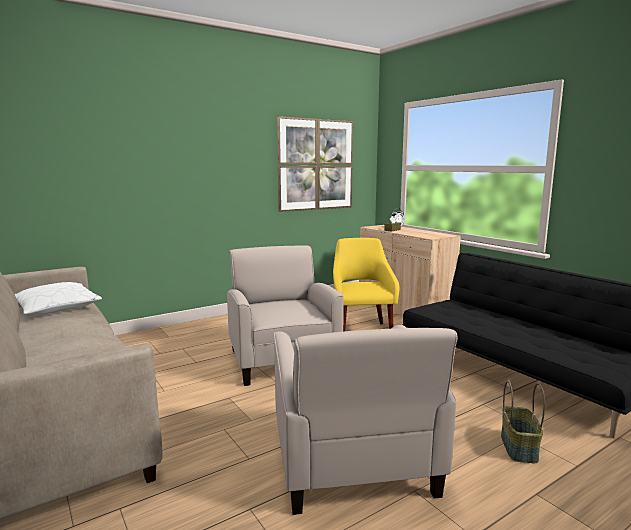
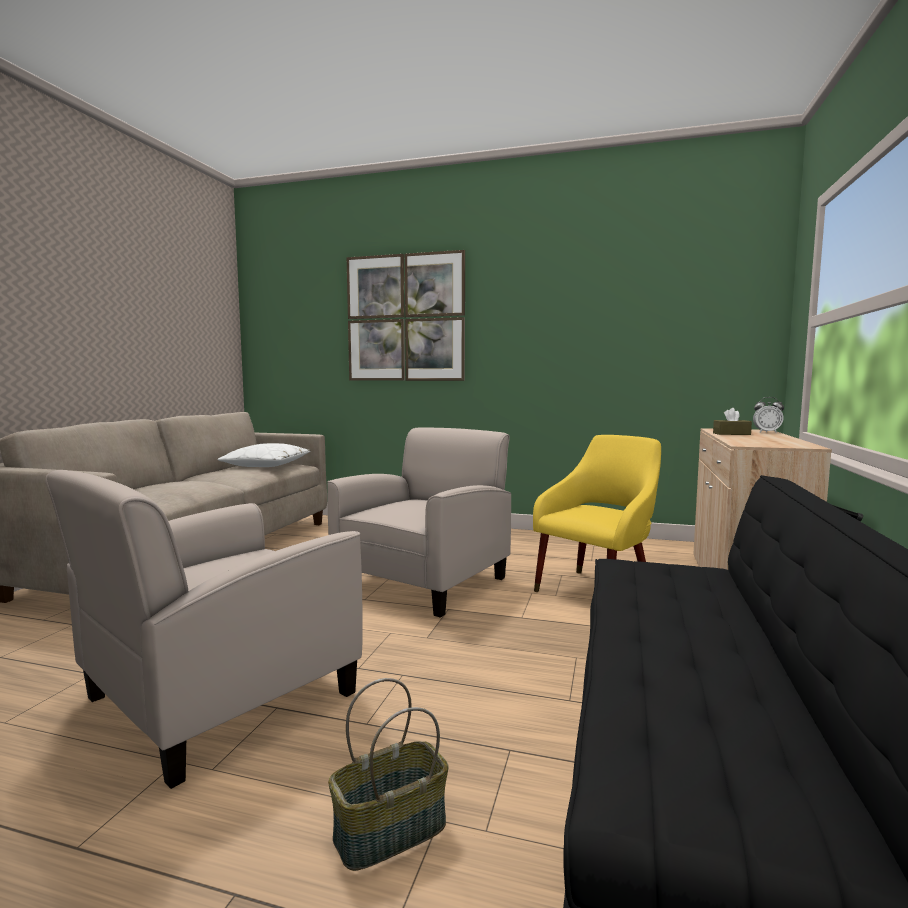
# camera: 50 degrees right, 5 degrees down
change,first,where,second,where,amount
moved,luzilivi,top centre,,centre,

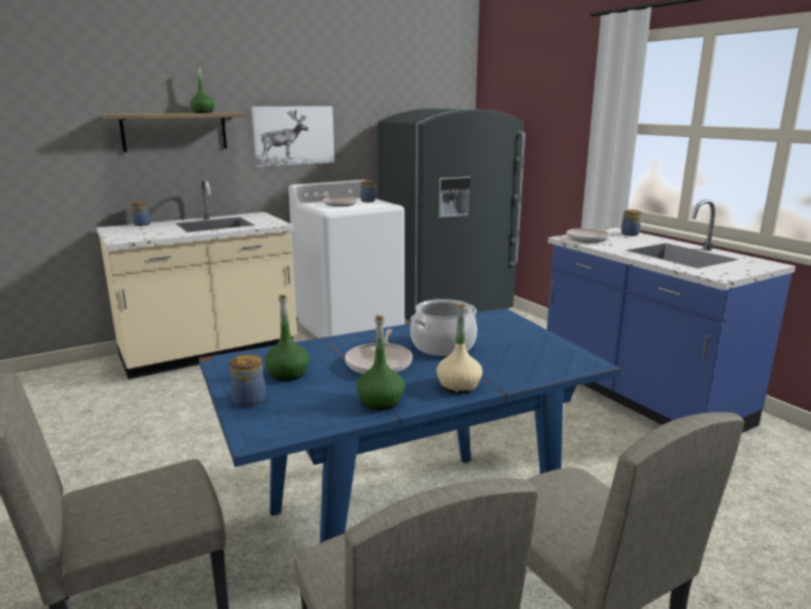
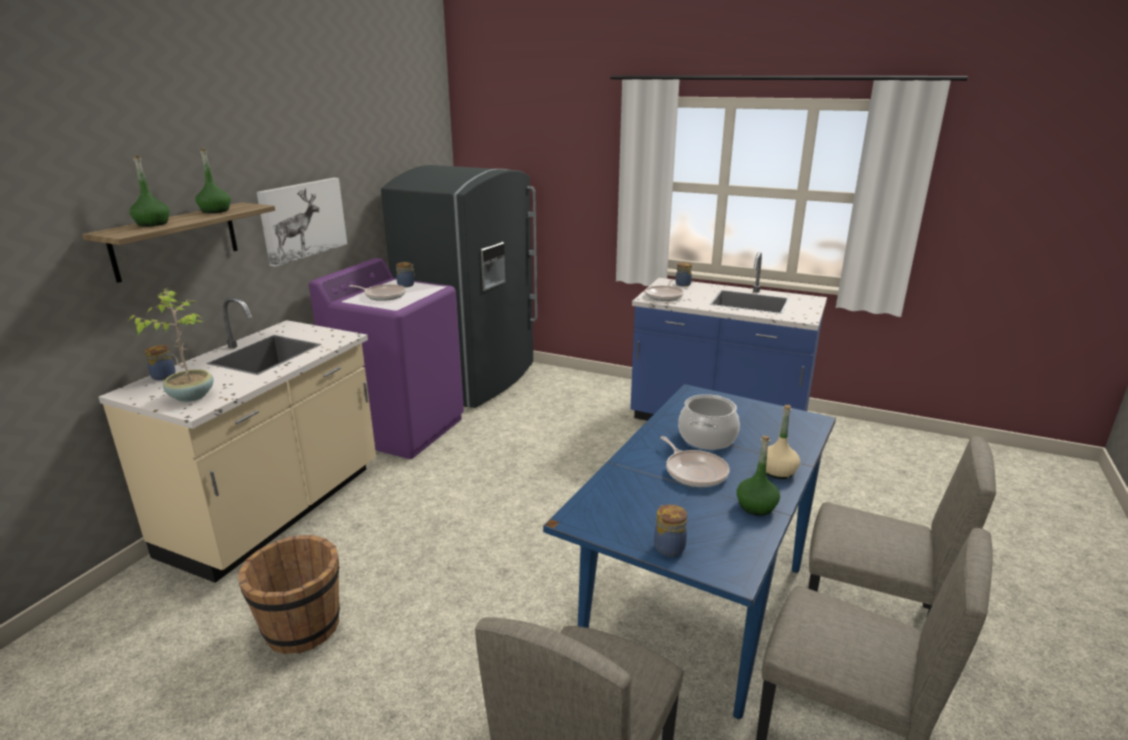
# camera: 35 degrees left, 5 degrees up
change,first,where,second,where,amount
moved,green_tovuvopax (2nd from left in the first image),centre,green_tovuvopax (1st from left),top left,
recoloured,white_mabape,centre,purple_mabape,centre,
added,,,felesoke,middle left,
added,,,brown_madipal,bottom left,

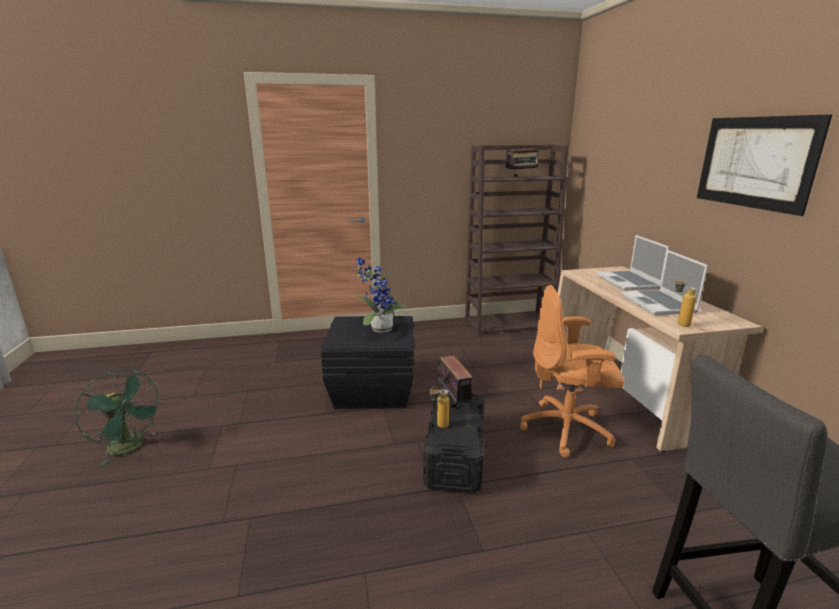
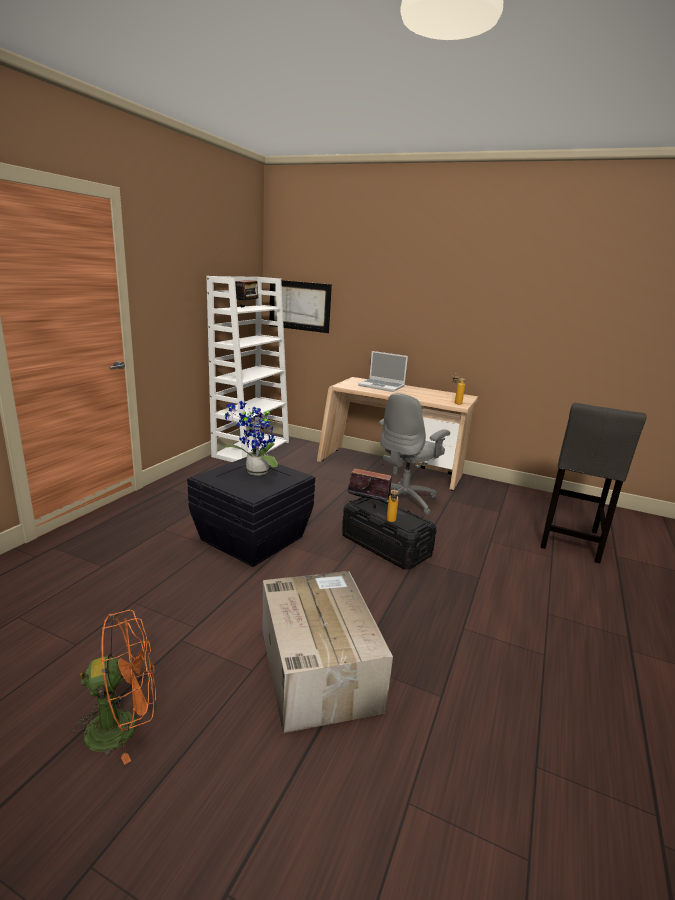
# camera: 55 degrees left, 0 degrees up
change,first,where,second,where,amount
recoloured,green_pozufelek,bottom left,orange_pozufelek,bottom left,
recoloured,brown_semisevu,centre,white_semisevu,centre,
recoloured,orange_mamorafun,middle right,grey_mamorafun,centre,
removed,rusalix (2nd from left),middle right,,,
moved,luzilivi,top right,,centre,
added,,,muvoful,bottom centre,

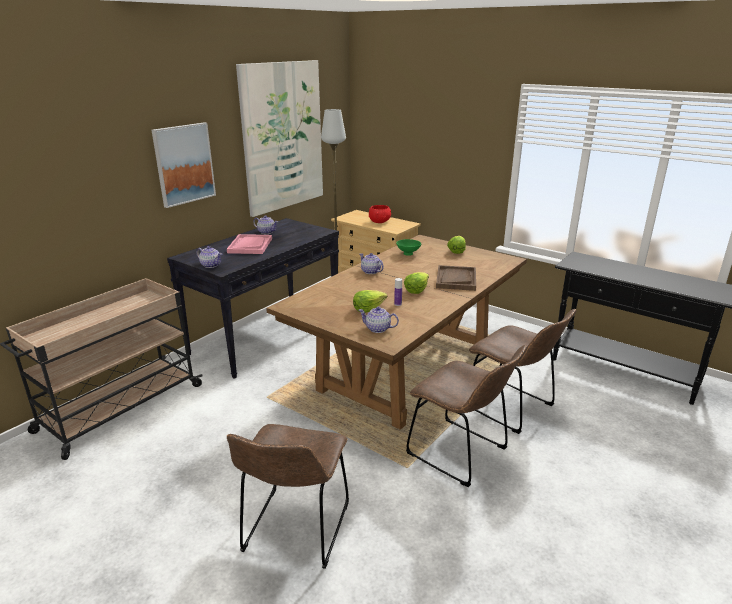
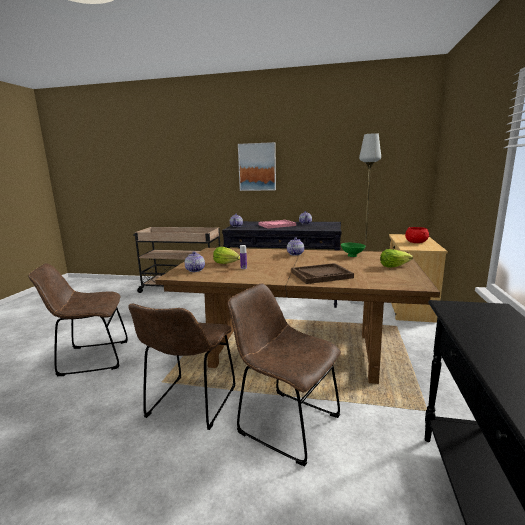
# camera: 65 degrees right, 10 degrees down
change,first,where,second,where,amount
removed,luzilivi (2nd from left),top centre,,,
removed,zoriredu (2nd from left),centre,,,
turned,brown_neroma (3rd from left),middle right,,bottom centre,105 degrees clockwise

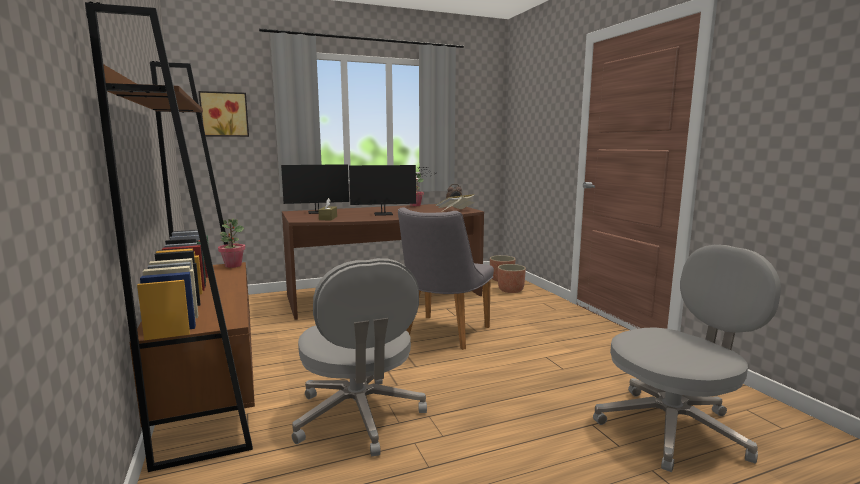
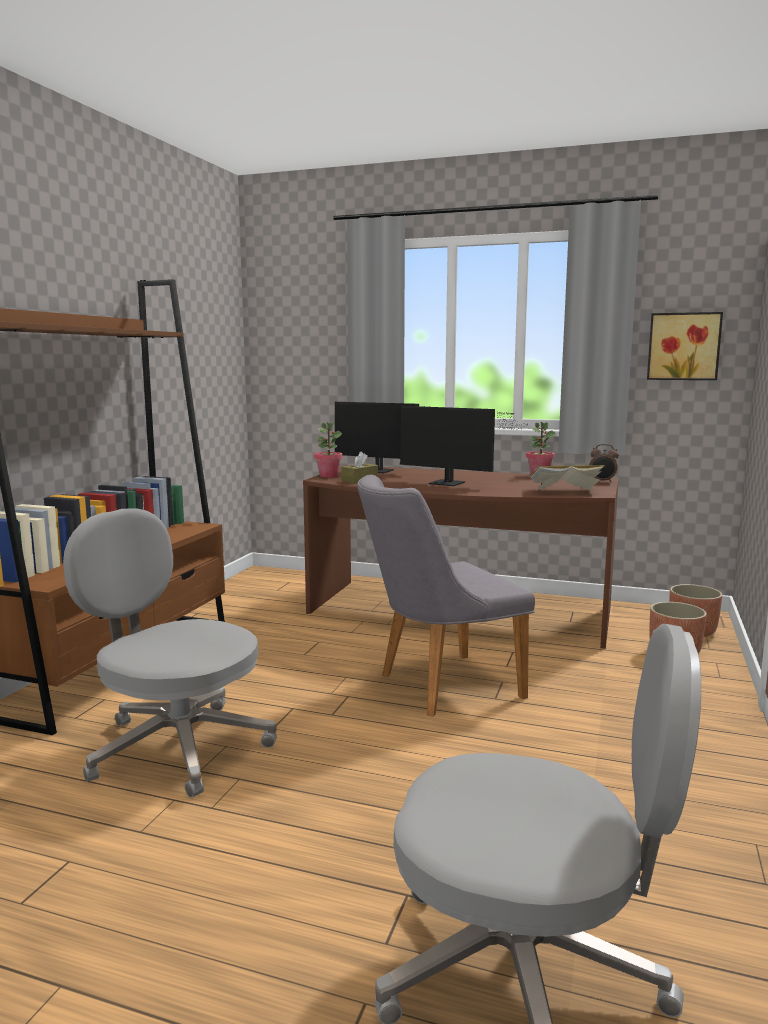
# camera: 40 degrees right, 0 degrees up
change,first,where,second,where,amount
moved,luzilivi,top left,,middle right,
moved,felesoke (1st from left),middle left,,centre,
turned,grey_mamorafun (1st from left),bottom centre,,middle left,105 degrees clockwise

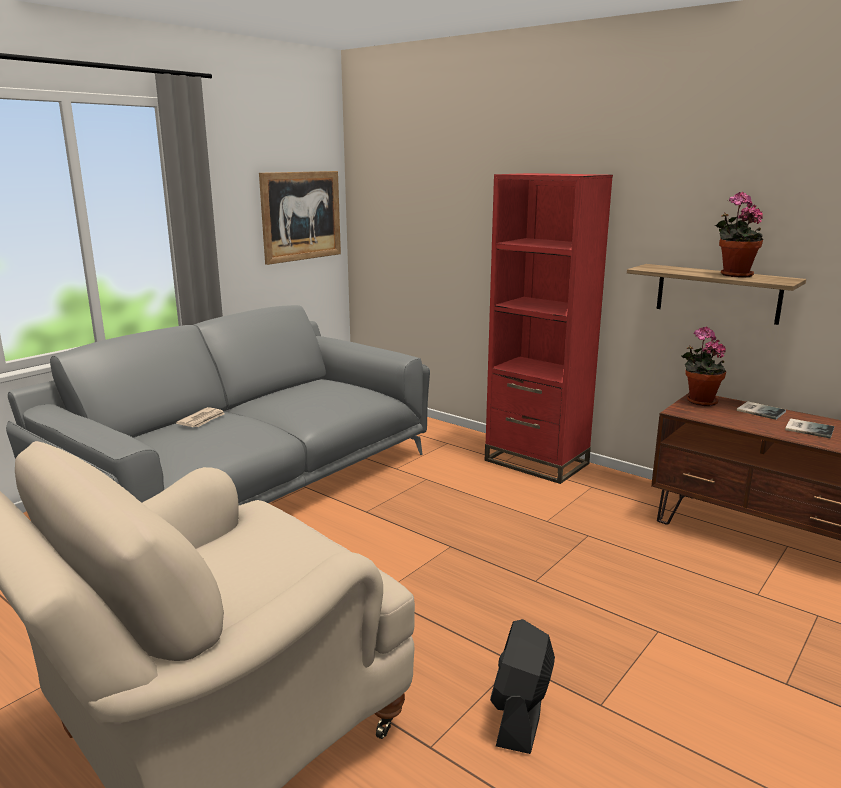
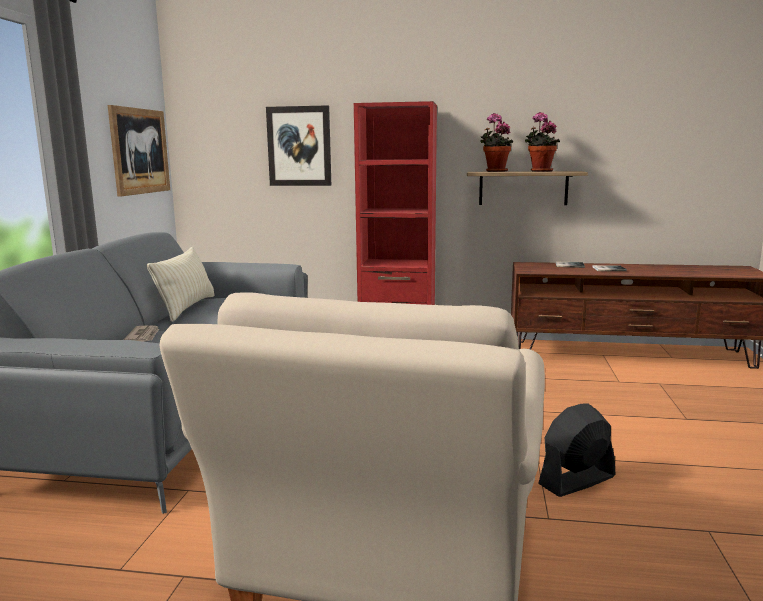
# camera: 30 degrees left, 5 degrees down
change,first,where,second,where,amount
turned,black_pozufelek,bottom centre,,bottom right,75 degrees clockwise
moved,felesoke (1st from left),middle right,,top centre,
added,,,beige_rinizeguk,middle left,
added,,,luzilivi (2nd from left),top centre,

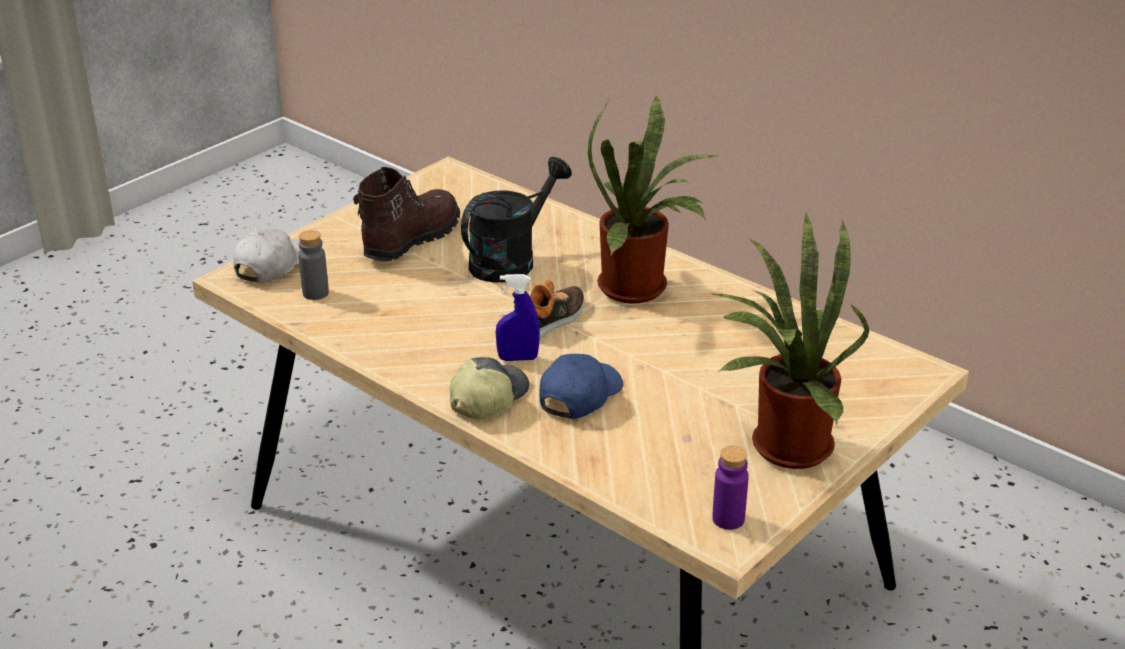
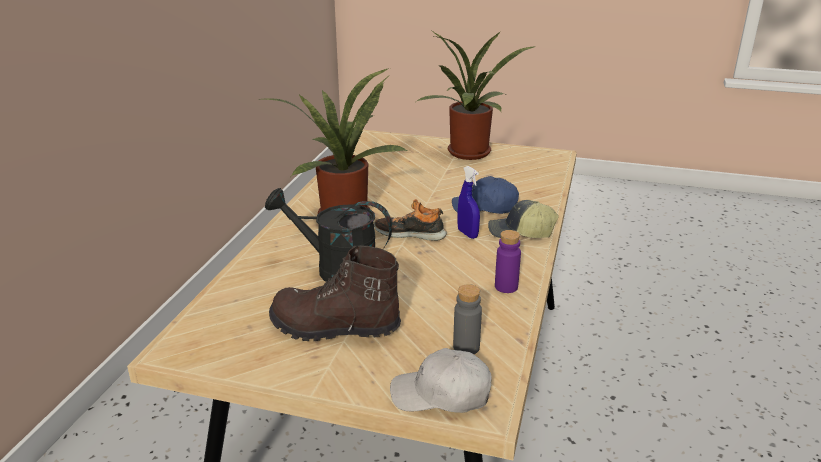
# camera: 115 degrees left, 5 degrees down
change,first,where,second,where,amount
moved,purple_tovuvopax,bottom centre,,centre,

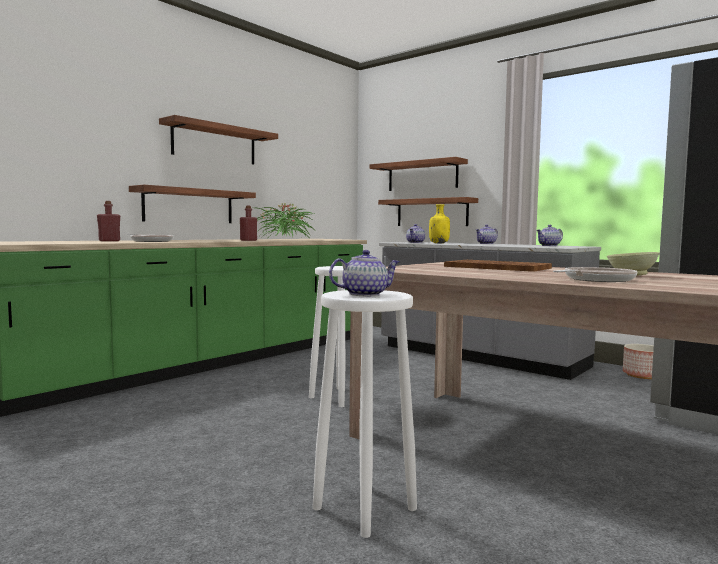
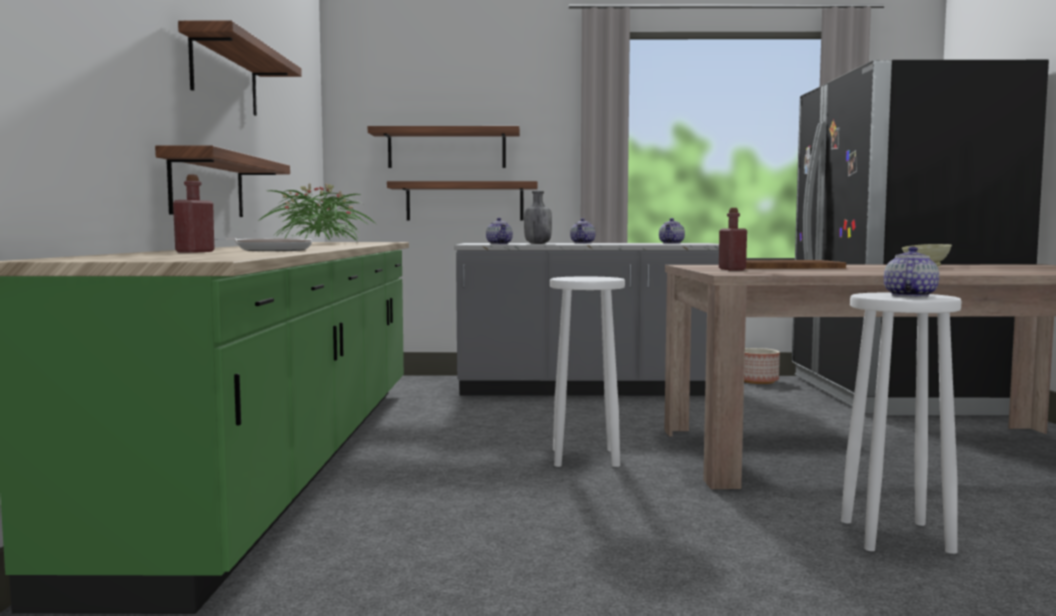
# camera: 40 degrees left, 0 degrees up
change,first,where,second,where,amount
moved,red_tovuvopax (2nd from left),centre,,middle right,
recoloured,yellow_tovuvopax,centre,grey_tovuvopax,centre,
removed,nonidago (2nd from left),middle right,,,

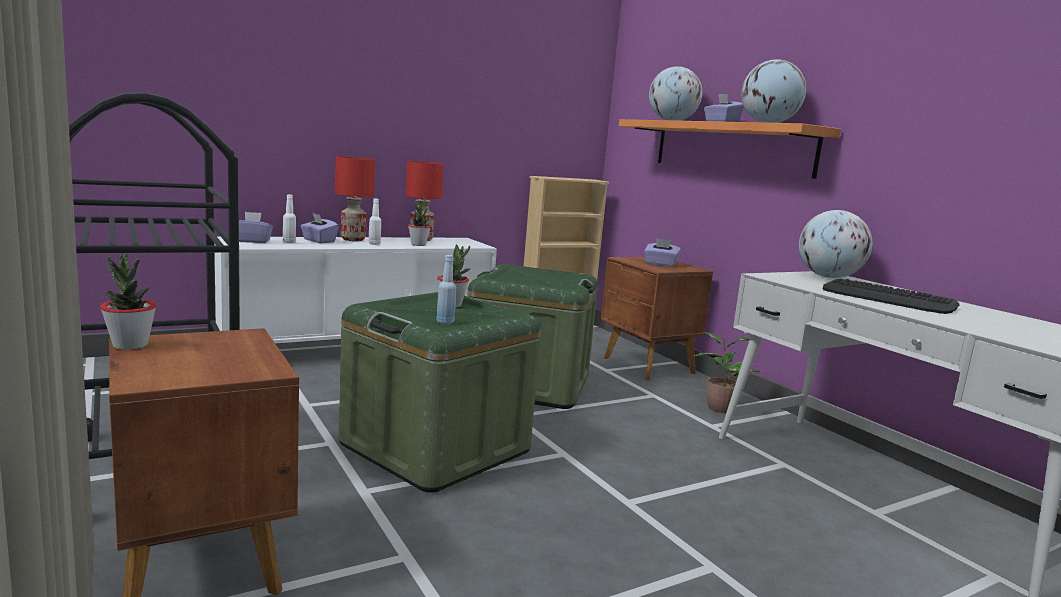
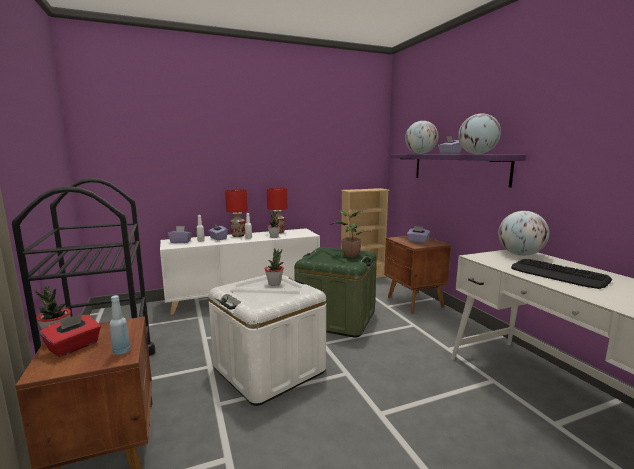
# camera: 10 degrees right, 0 degrees up
change,first,where,second,where,amount
recoloured,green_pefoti (1st from left),centre,white_pefoti,bottom centre,
moved,blue_tovuvopax,centre,,bottom left,
recoloured,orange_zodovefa,top right,purple_zodovefa,middle right,
moved,felesoke (4th from left),middle right,,centre,
added,,,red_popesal,bottom left,

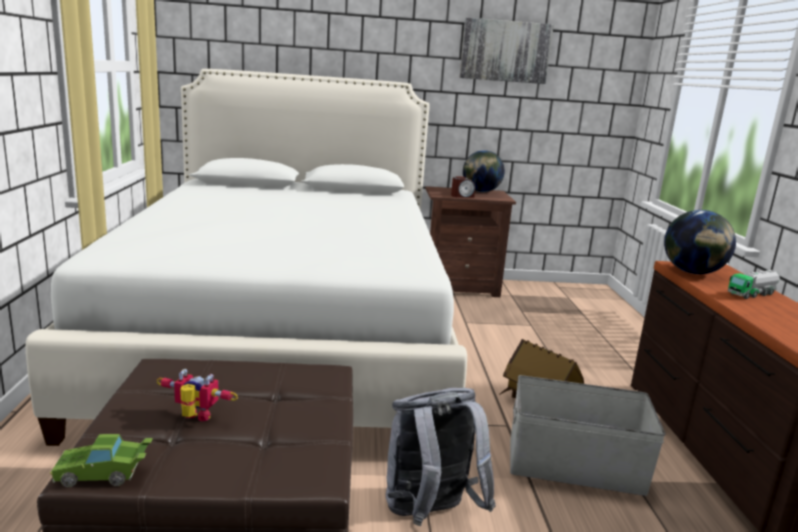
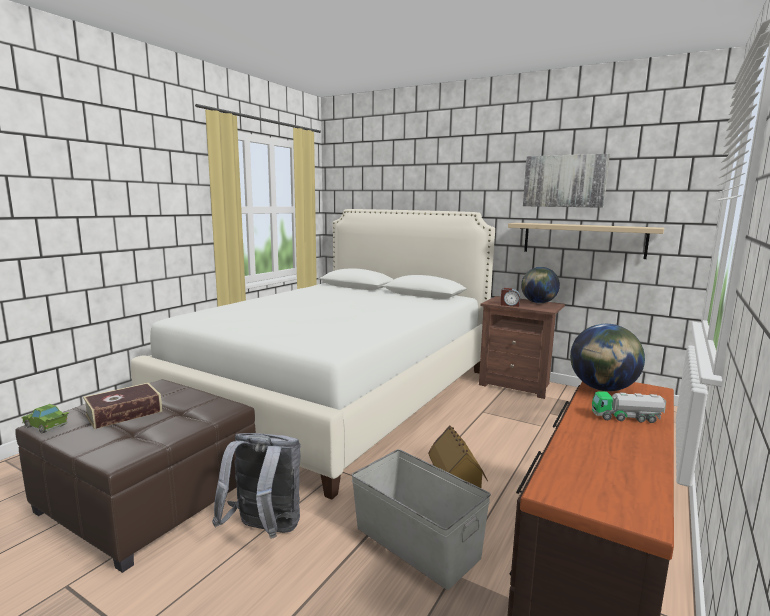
# camera: 35 degrees right, 5 degrees down
change,first,where,second,where,amount
replaced,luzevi,bottom left,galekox,middle left,
added,,,beige_zodovefa,middle right,

